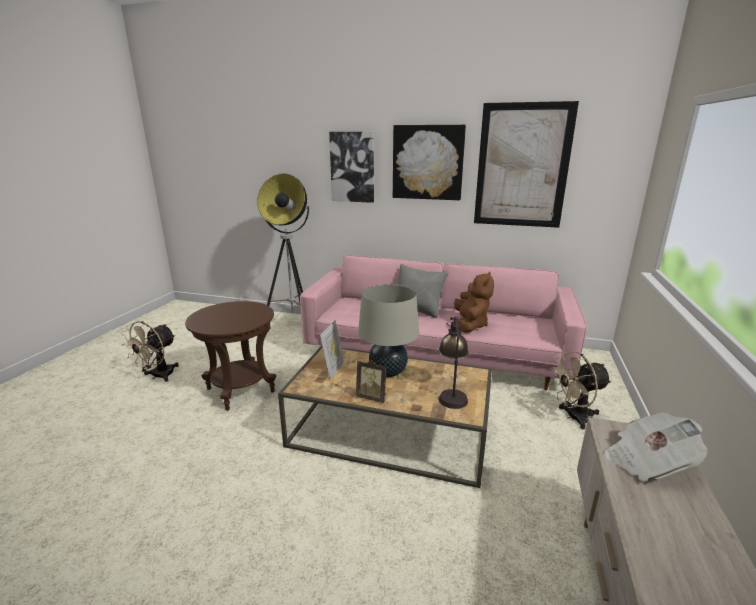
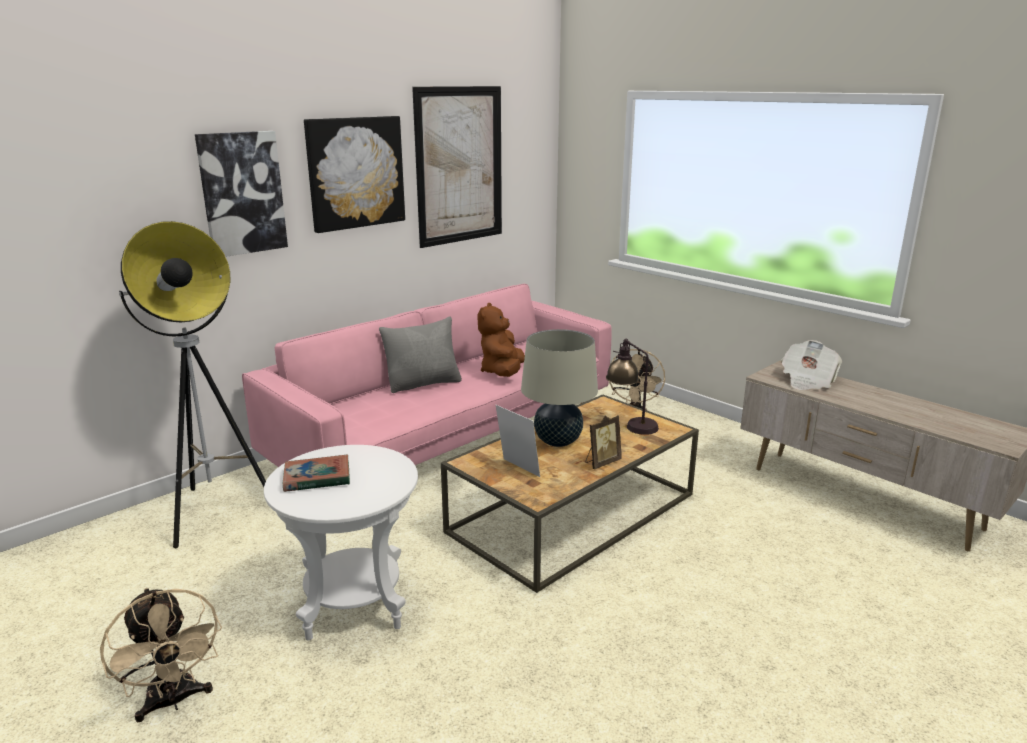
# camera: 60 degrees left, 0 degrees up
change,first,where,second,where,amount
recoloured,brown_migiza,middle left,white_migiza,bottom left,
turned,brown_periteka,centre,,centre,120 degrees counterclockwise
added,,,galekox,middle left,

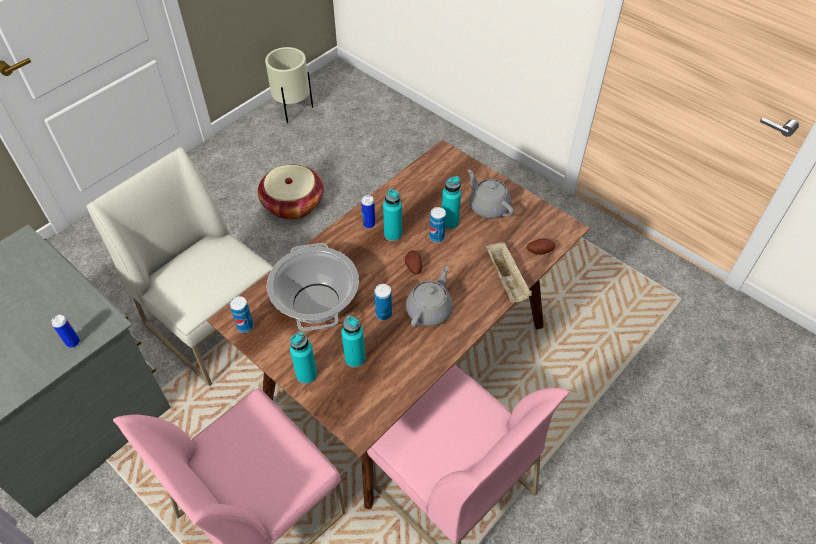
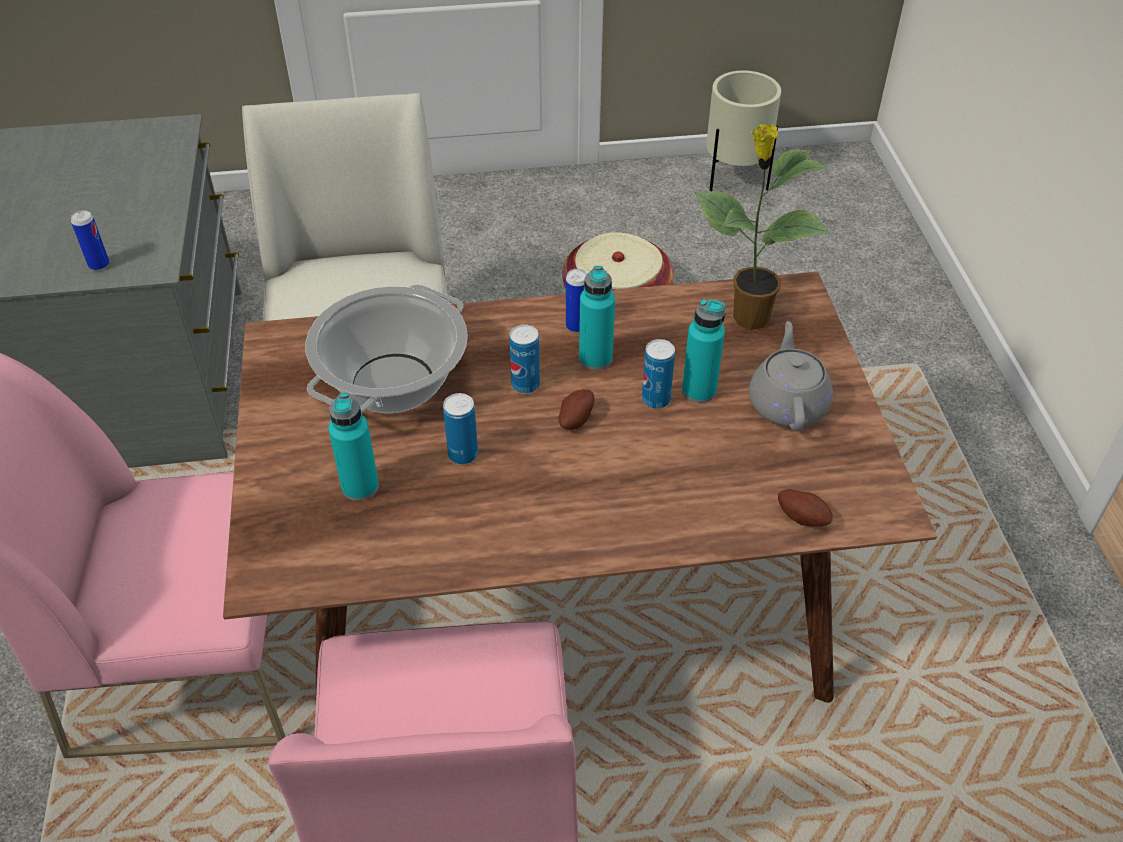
# camera: 40 degrees right, 5 degrees down
change,first,where,second,where,amount
moved,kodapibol (2nd from left in the first image),middle left,kodapibol (3rd from left),centre,
removed,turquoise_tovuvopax (1st from left),centre,,,
removed,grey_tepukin (1st from left),centre,,,
removed,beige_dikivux,centre,,,
added,,,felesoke,top right,

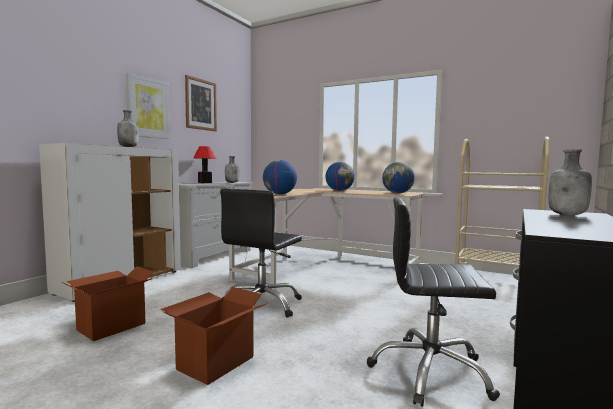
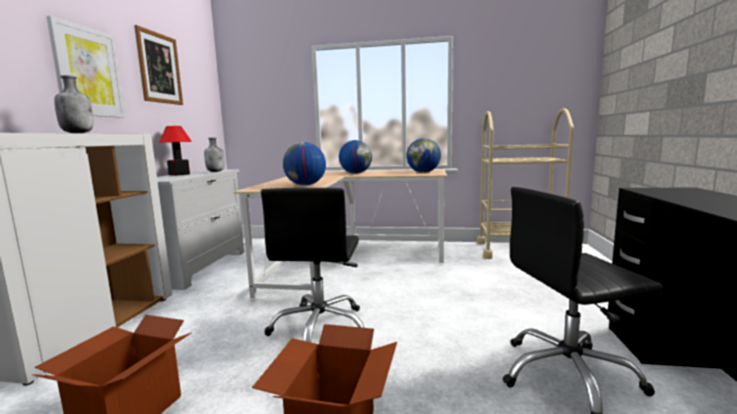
# camera: 20 degrees left, 5 degrees up
change,first,where,second,where,amount
removed,grey_tovuvopax (3rd from left),middle right,,,

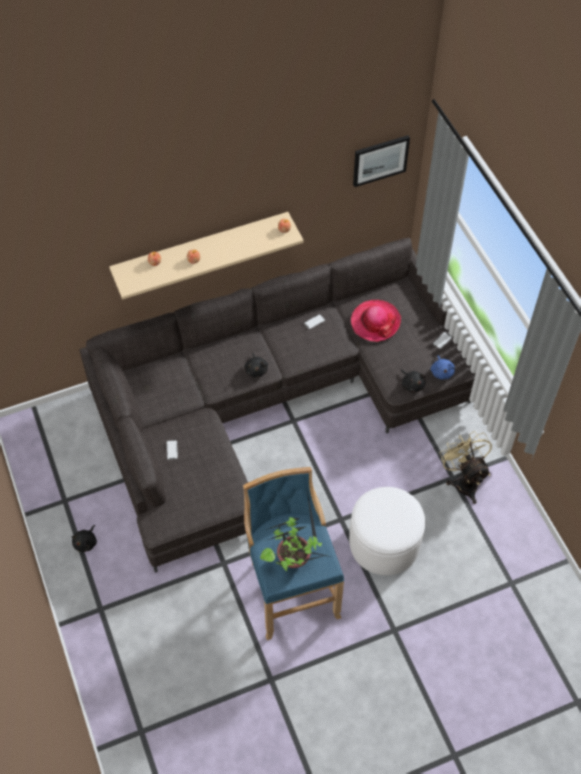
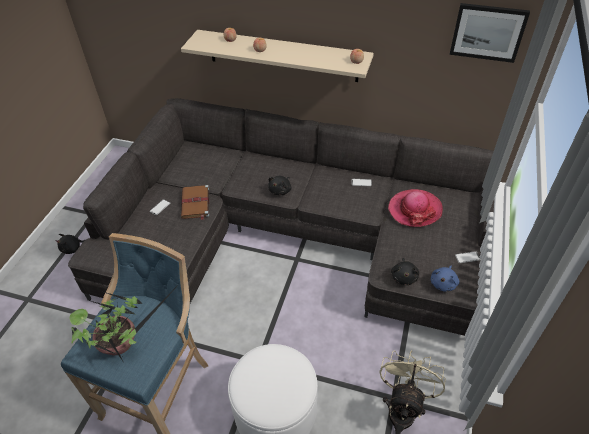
# camera: 40 degrees right, 10 degrees down
change,first,where,second,where,amount
added,,,brown_galekox,middle left,

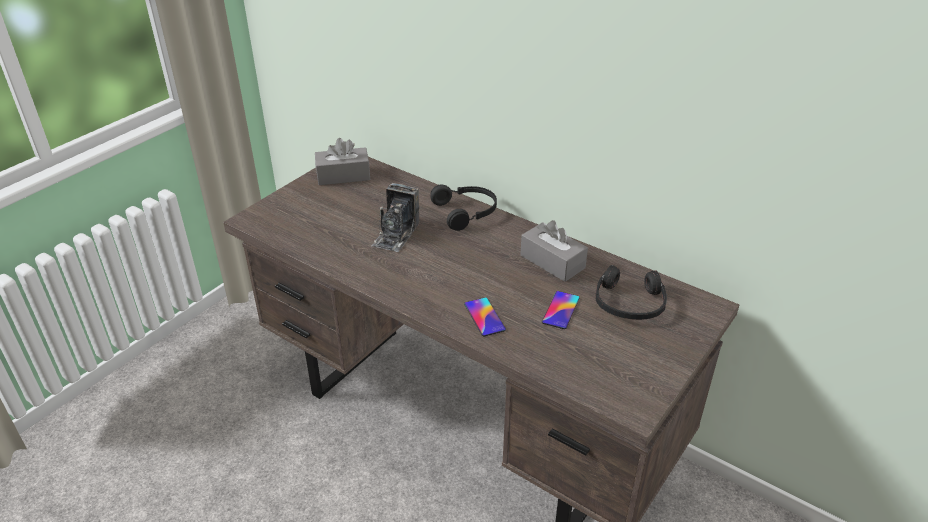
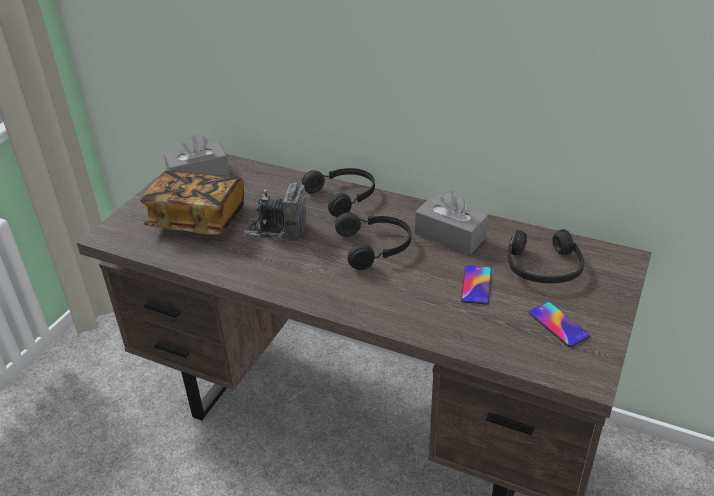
# camera: 10 degrees left, 0 degrees up
change,first,where,second,where,amount
turned,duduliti,centre,,centre,90 degrees clockwise
moved,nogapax (1st from left in the first image),centre,nogapax (2nd from left),middle right,
added,,,galekox,middle left,
added,,,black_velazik (2nd from left),centre,

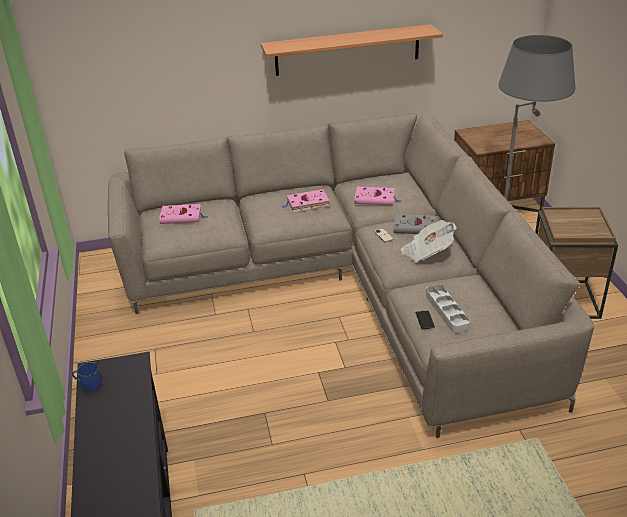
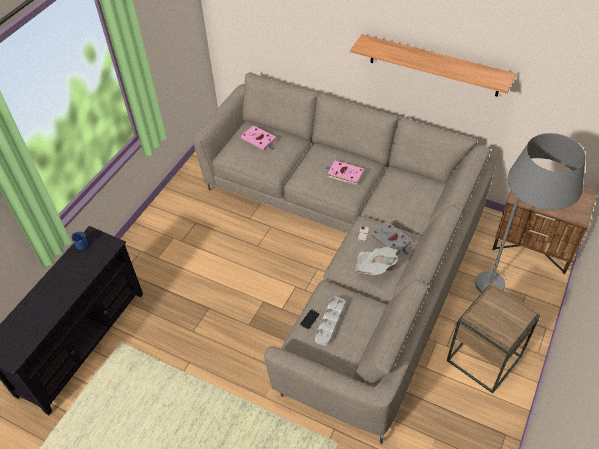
# camera: 40 degrees right, 15 degrees up
change,first,where,second,where,amount
removed,pink_galekox (3rd from left),centre,,,

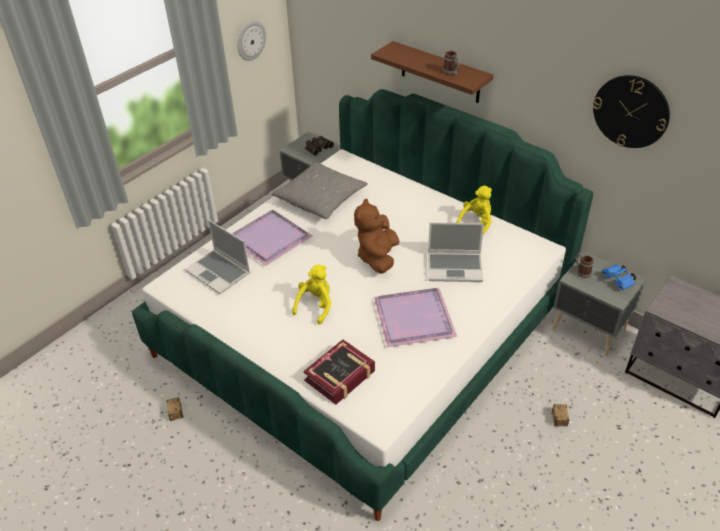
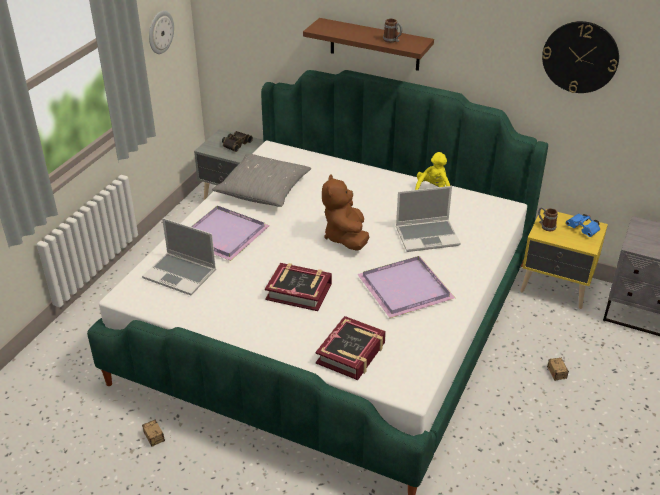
# camera: 15 degrees left, 5 degrees down
change,first,where,second,where,amount
replaced,yellow_periteka (1st from left),centre,galekox (1st from left),centre,
recoloured,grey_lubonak (2nd from left),middle right,yellow_lubonak,middle right,

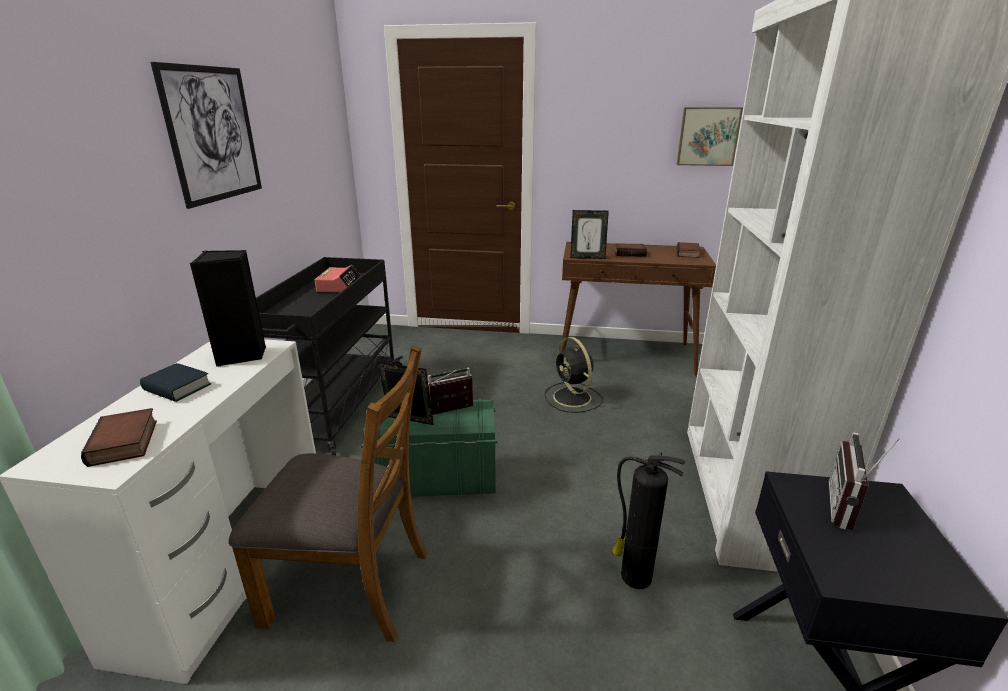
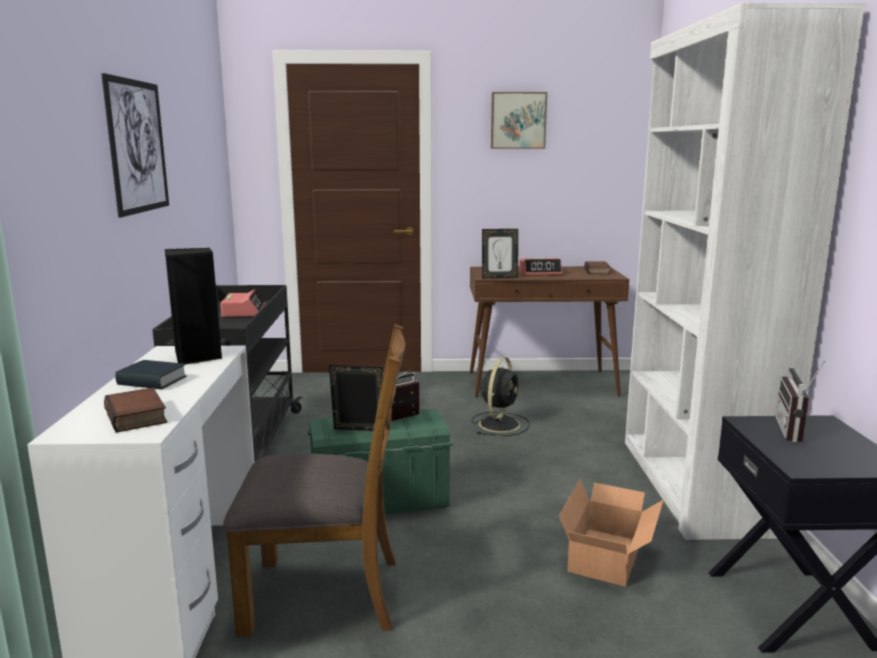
# camera: 10 degrees left, 10 degrees down
change,first,where,second,where,amount
turned,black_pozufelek,centre,,centre,120 degrees counterclockwise
replaced,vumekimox,bottom centre,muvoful,bottom right,
replaced,galekox (3rd from left),centre,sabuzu (2nd from left),centre,
moved,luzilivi (2nd from left),top right,,top centre,

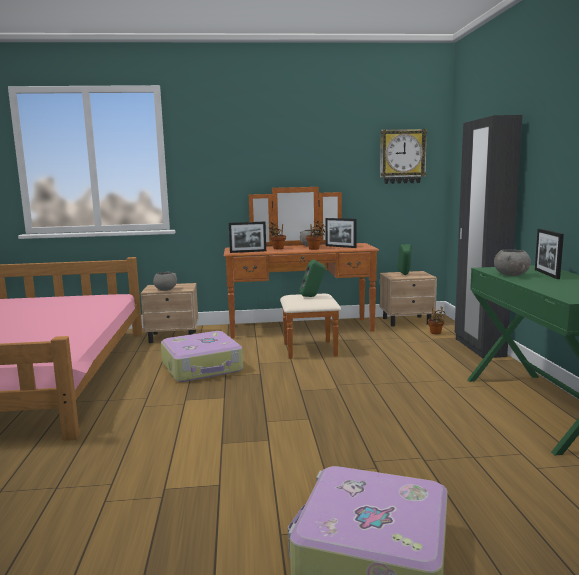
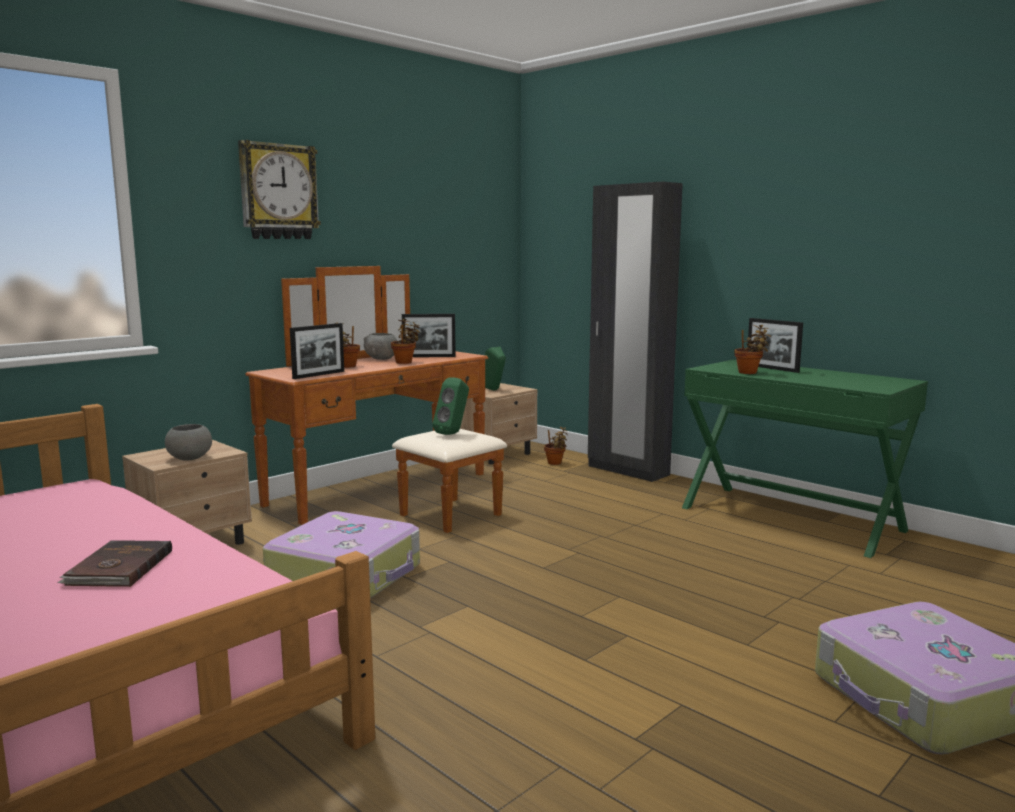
# camera: 40 degrees left, 0 degrees up
change,first,where,second,where,amount
moved,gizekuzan,top right,,top left,
replaced,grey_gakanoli (3rd from left),middle right,felesoke (4th from left),middle right,
added,,,brown_galekox,bottom left,

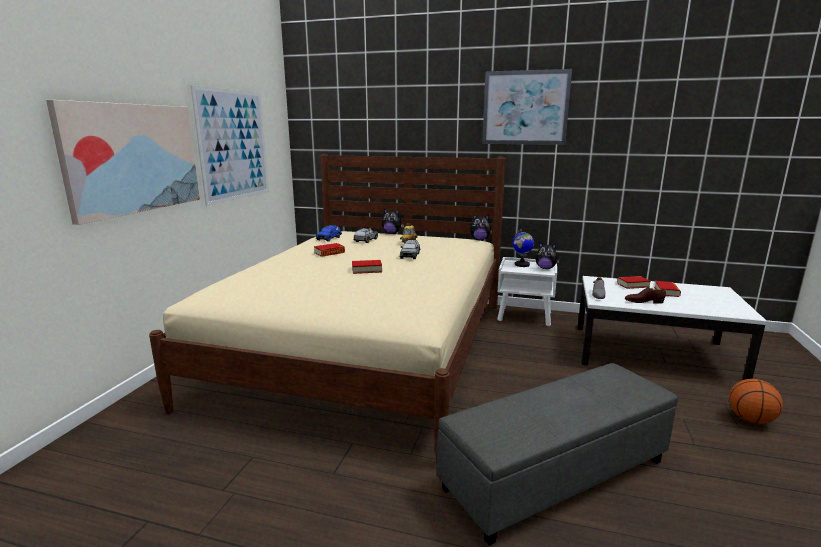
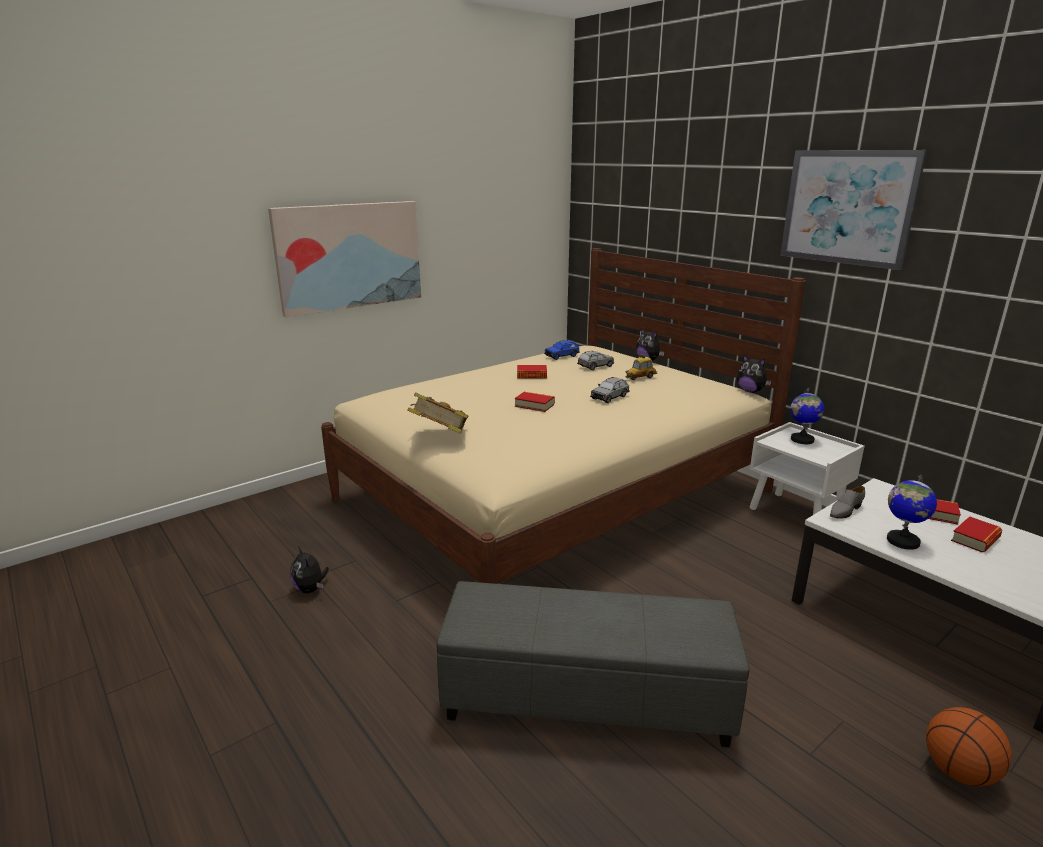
# camera: 35 degrees right, 5 degrees up
change,first,where,second,where,amount
removed,luzilivi (2nd from left),top left,,,
moved,periteka (3rd from left in the first image),middle right,periteka (1st from left),bottom left,
replaced,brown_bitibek,middle right,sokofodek (2nd from left),middle right,
added,,,galekox (1st from left),centre,

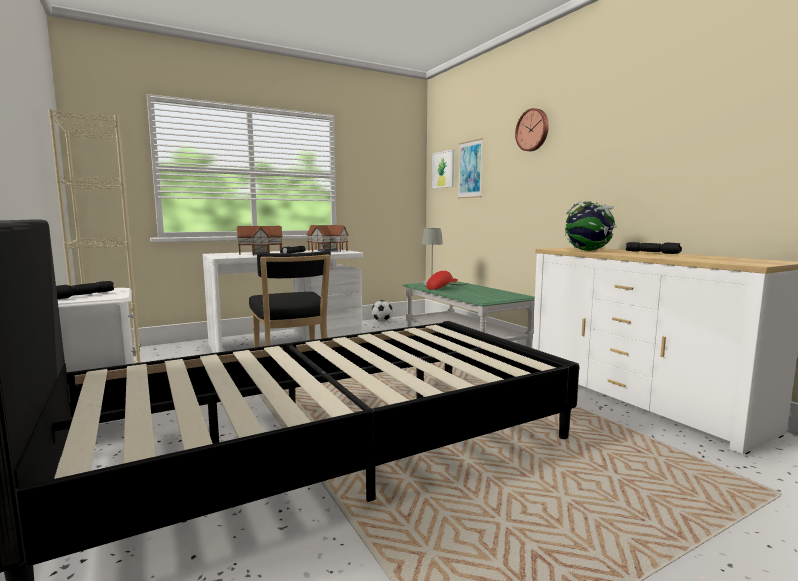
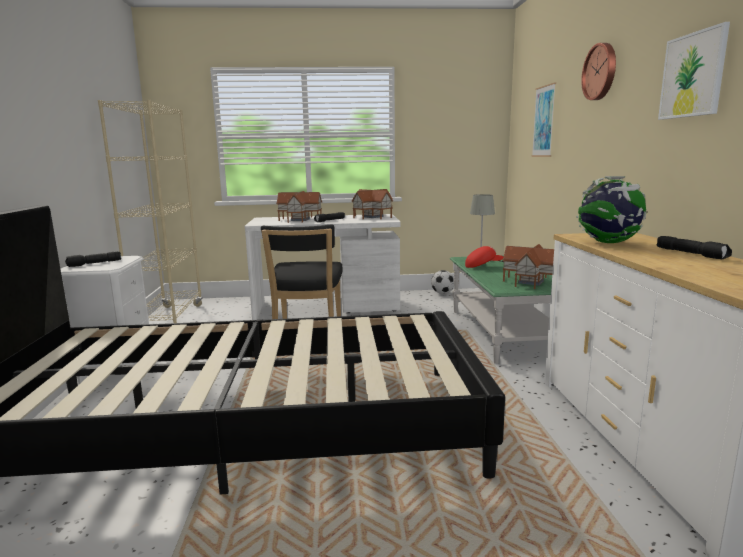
# camera: 25 degrees right, 5 degrees up
change,first,where,second,where,amount
moved,luzilivi (1st from left in the first image),top centre,luzilivi (2nd from left),top right,
added,,,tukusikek (3rd from left),middle right,

